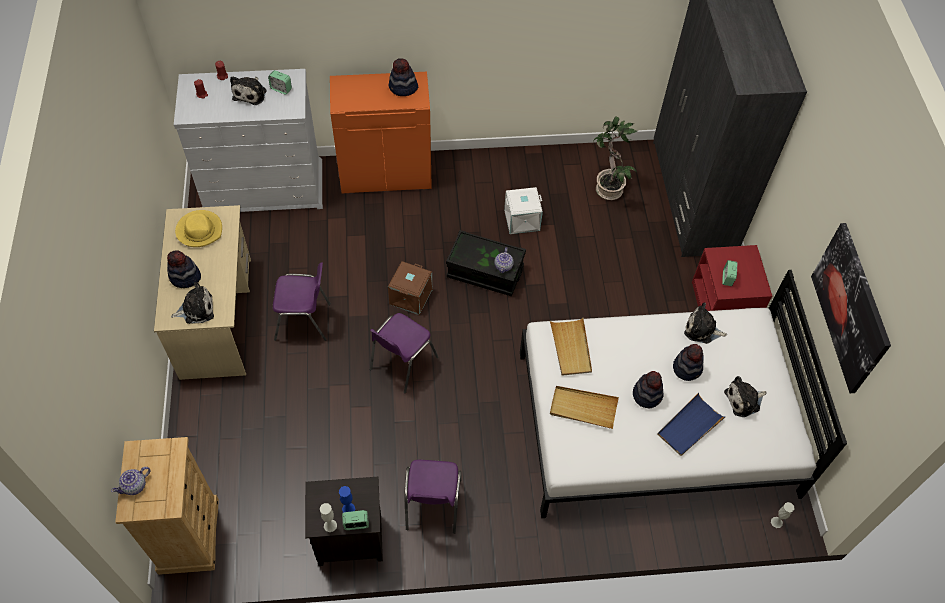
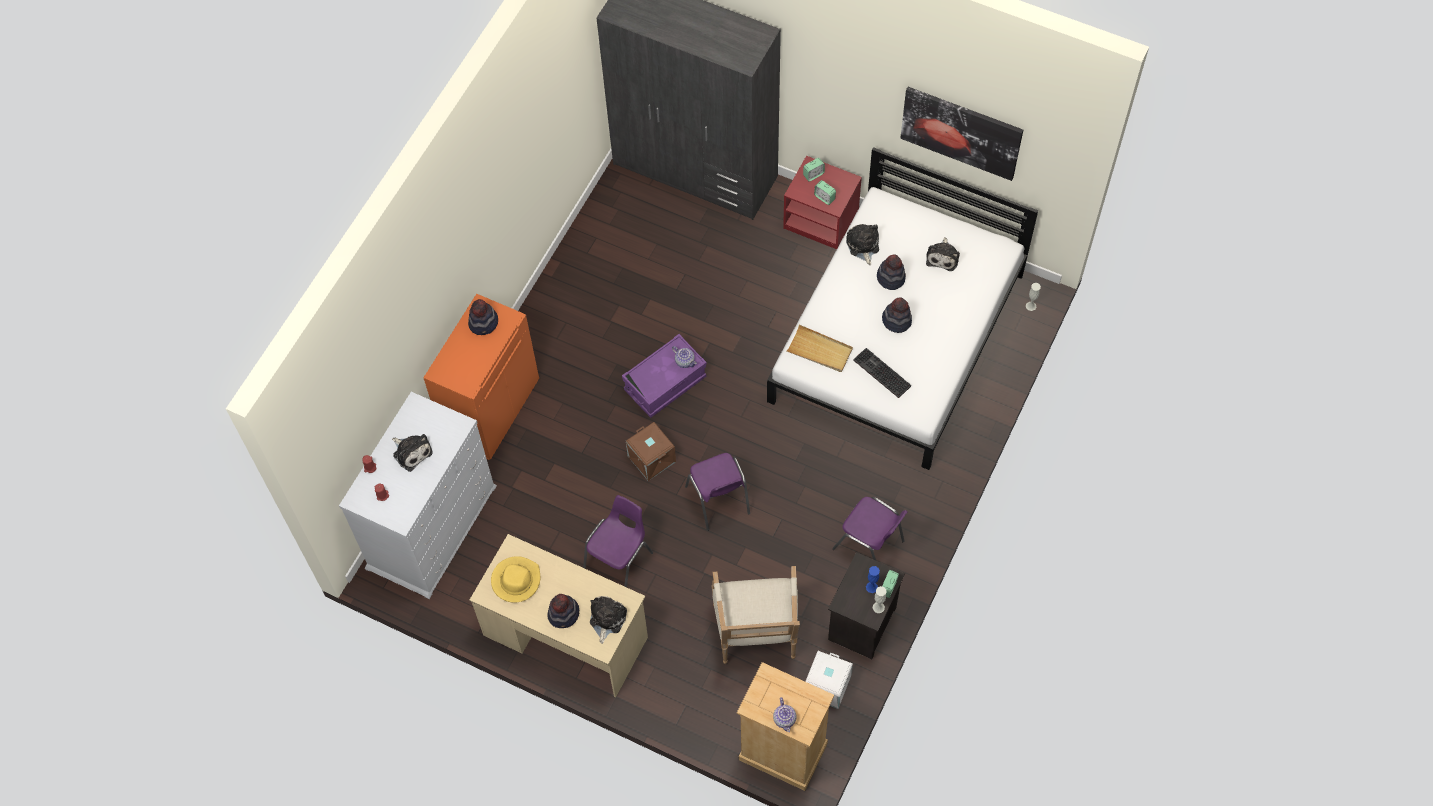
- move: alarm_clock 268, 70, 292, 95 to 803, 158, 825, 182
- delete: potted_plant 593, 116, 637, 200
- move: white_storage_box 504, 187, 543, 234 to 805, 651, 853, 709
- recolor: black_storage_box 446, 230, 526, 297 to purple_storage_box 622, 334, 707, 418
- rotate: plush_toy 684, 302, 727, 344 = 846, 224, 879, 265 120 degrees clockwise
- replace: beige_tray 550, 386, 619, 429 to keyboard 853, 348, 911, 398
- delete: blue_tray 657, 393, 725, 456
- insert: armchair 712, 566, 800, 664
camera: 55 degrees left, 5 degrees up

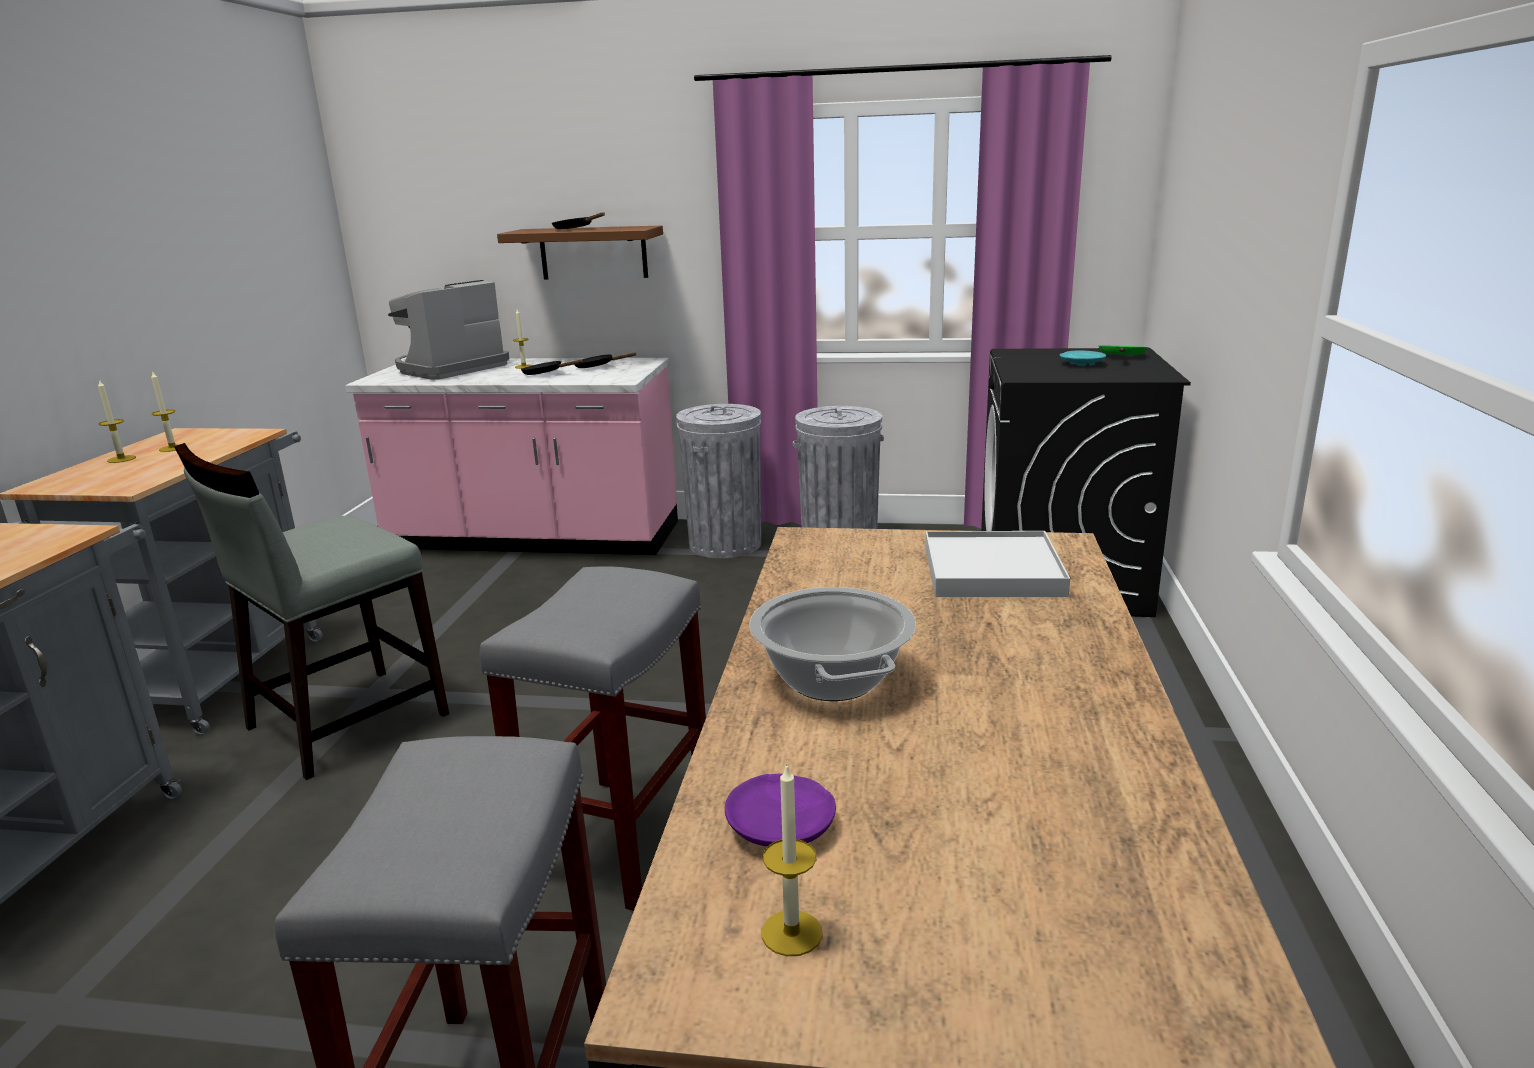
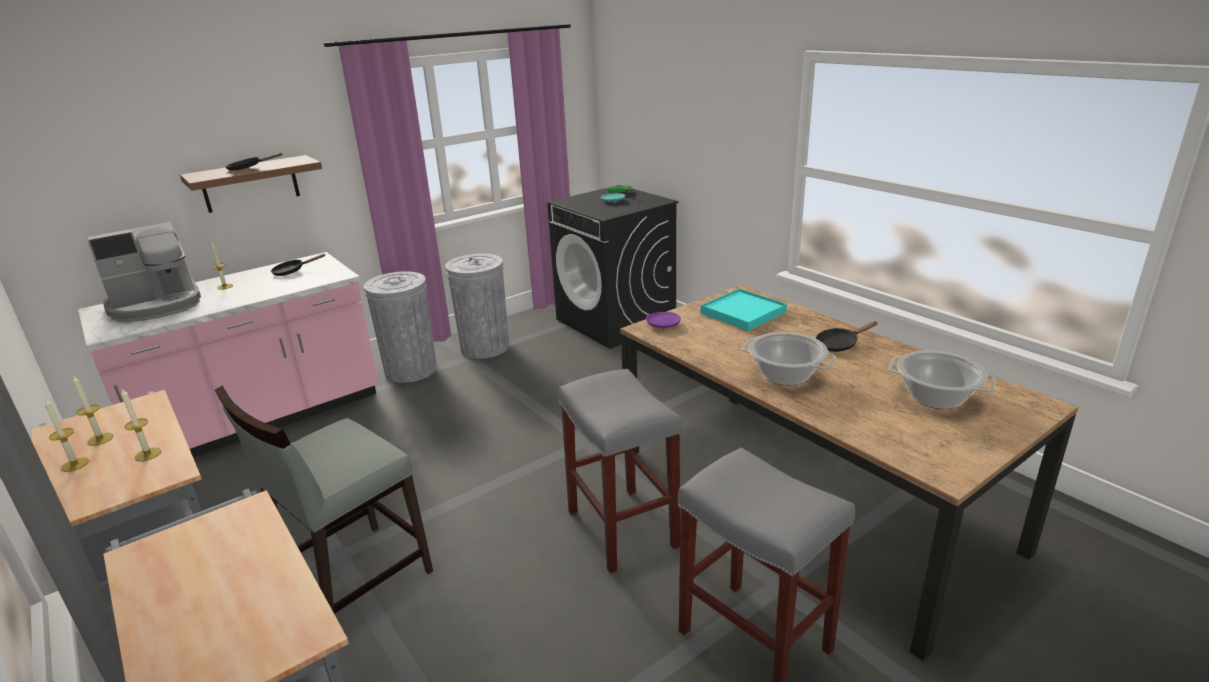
- rotate: coffee_machine 388, 280, 509, 380 = 87, 222, 201, 322 120 degrees counterclockwise
- move: black_frying_pan 521, 359, 583, 375 to 816, 321, 877, 352
- rotate: grey_chair 174, 443, 449, 780 = 215, 386, 433, 614 45 degrees clockwise
- recolor: white_tray 925, 531, 1070, 597 to turquoise_tray 701, 288, 787, 331
- move: candle 762, 763, 823, 956 to 121, 389, 162, 462
- move: purple_plate 725, 774, 836, 846 to 646, 312, 681, 329
- insert: cooking_pot 888, 351, 996, 409
camera: 45 degrees left, 5 degrees up

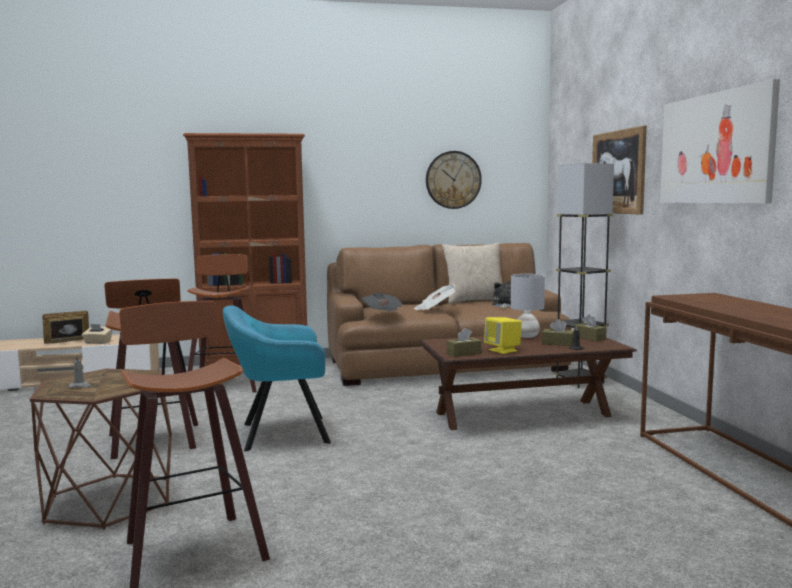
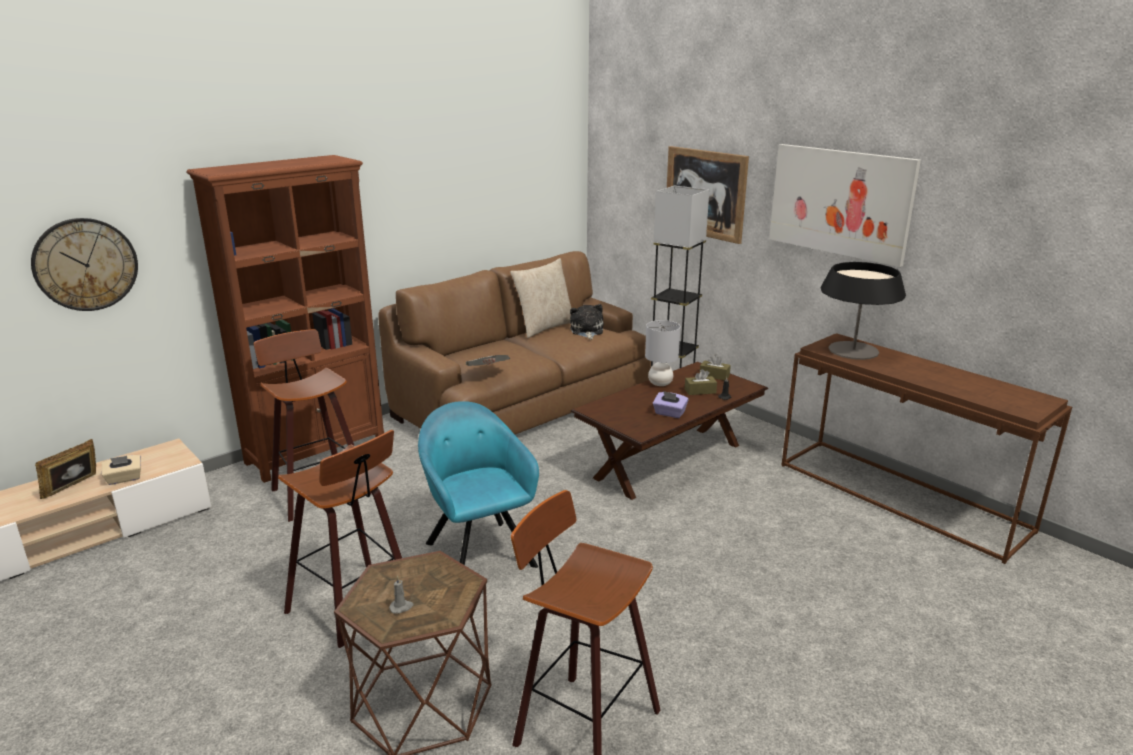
- move: wall_clock 426, 151, 482, 209 to 31, 218, 138, 311
- delete: newspaper 414, 284, 456, 310
- rotate: turquoise_armchair 223, 305, 331, 451 = 418, 401, 539, 568 105 degrees clockwise
- replace: yellow_speaker 484, 317, 522, 354 to purple_tissue_box 653, 391, 688, 418
- delete: brown_tissue_box 446, 328, 481, 357
- insert: table_lamp 821, 262, 906, 360
camera: 30 degrees left, 15 degrees up

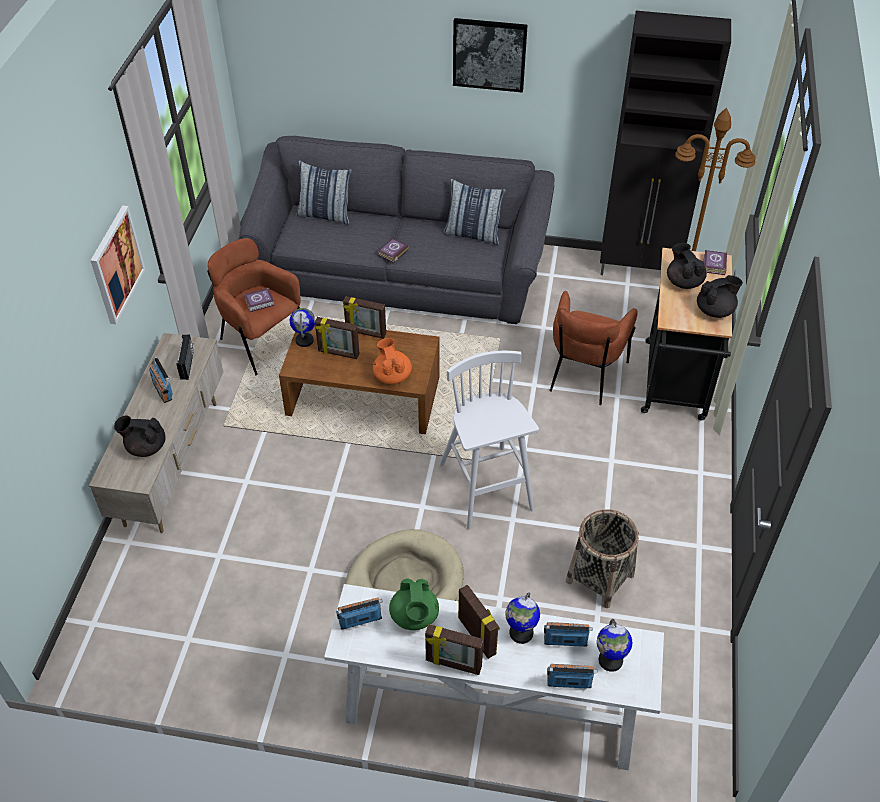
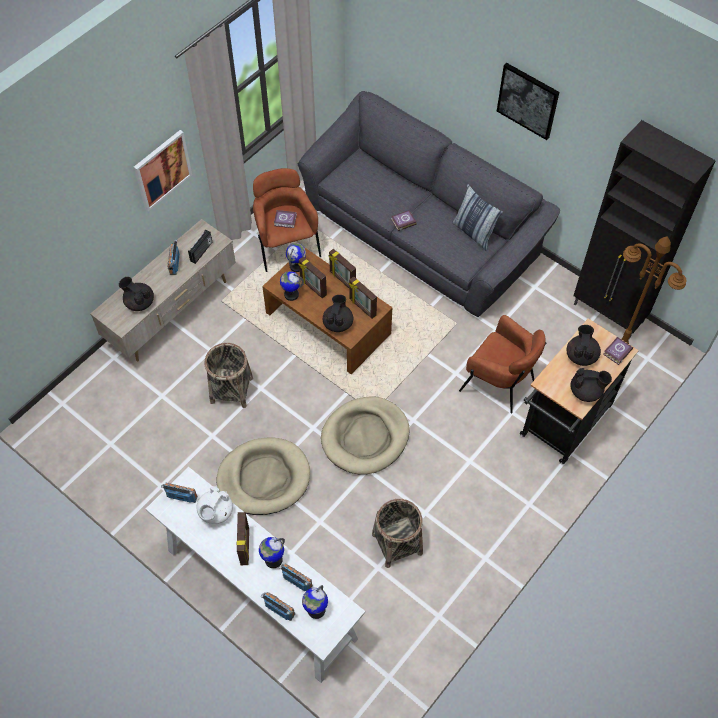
- delete: pillow 297, 160, 352, 225
- rotate: brown_armchair 550, 291, 638, 405 = 459, 315, 546, 413 105 degrees counterclockwise
- recolor: orange_teapot 373, 338, 412, 384 to black_teapot 323, 295, 353, 332
- replace: white_stool 439, 351, 539, 530 to beige_dog_bed 321, 396, 410, 474
- recolor: green_teapot 389, 578, 439, 630 to white_teapot 197, 486, 233, 524
- move: picture_frame 425, 624, 484, 675 to 349, 277, 377, 319
- insert: globe 280, 271, 304, 301
- insert: basket 204, 343, 253, 408
camera: 30 degrees right, 10 degrees up

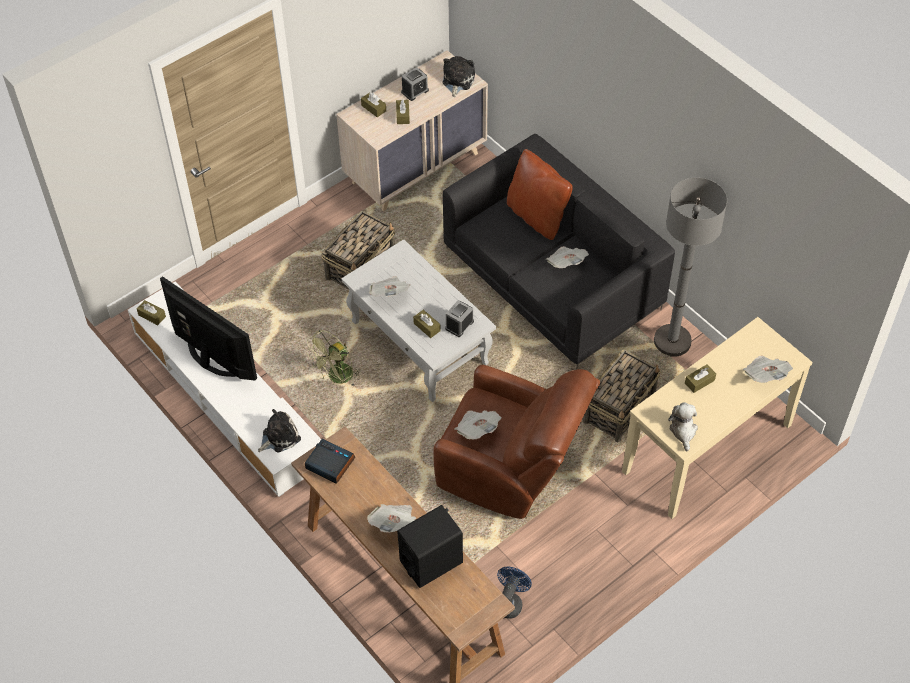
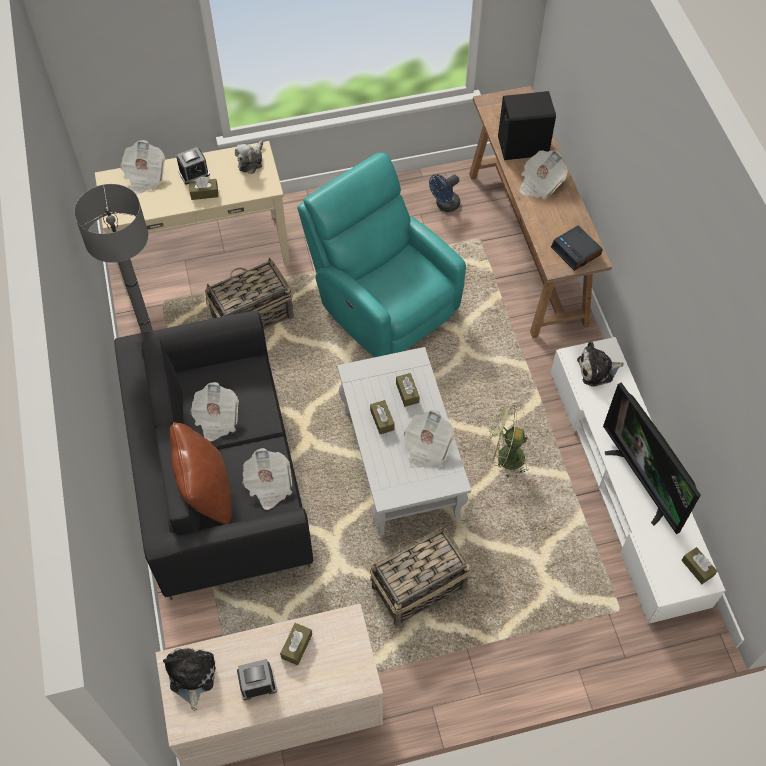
- rotate: plush_toy 442, 56, 475, 97 = 163, 647, 216, 711 135 degrees clockwise
- move: brown_tissue_box 361, 92, 386, 117 to 370, 400, 395, 434
- move: alarm_clock 445, 300, 474, 337 to 176, 147, 210, 185
- rotate: green_fan 306, 330, 359, 386 = 486, 403, 529, 478 150 degrees counterclockwise
- recolor: brown_armchair 433, 365, 600, 519 to turquoise_armchair 297, 153, 466, 357
- move: newspaper 455, 410, 501, 439 to 243, 448, 292, 510
camera: 155 degrees left, 5 degrees up

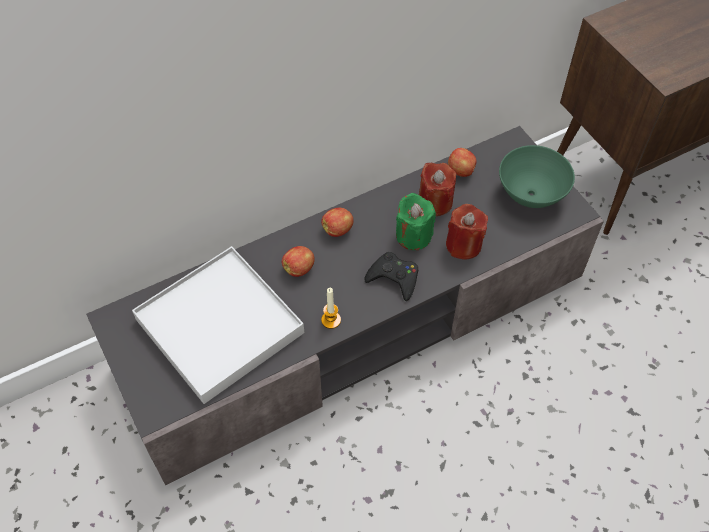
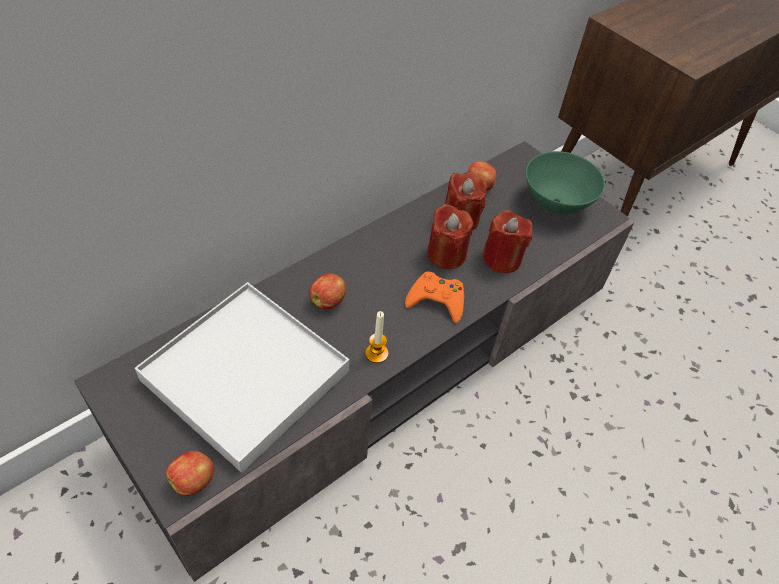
- recolor: green_candle 396, 193, 436, 250 to red_candle 427, 204, 474, 269
- move: apple 321, 207, 354, 237 to 166, 451, 214, 496
- recolor: black_game_controller 365, 252, 418, 301 to orange_game_controller 405, 272, 464, 323
camera: 15 degrees left, 5 degrees down

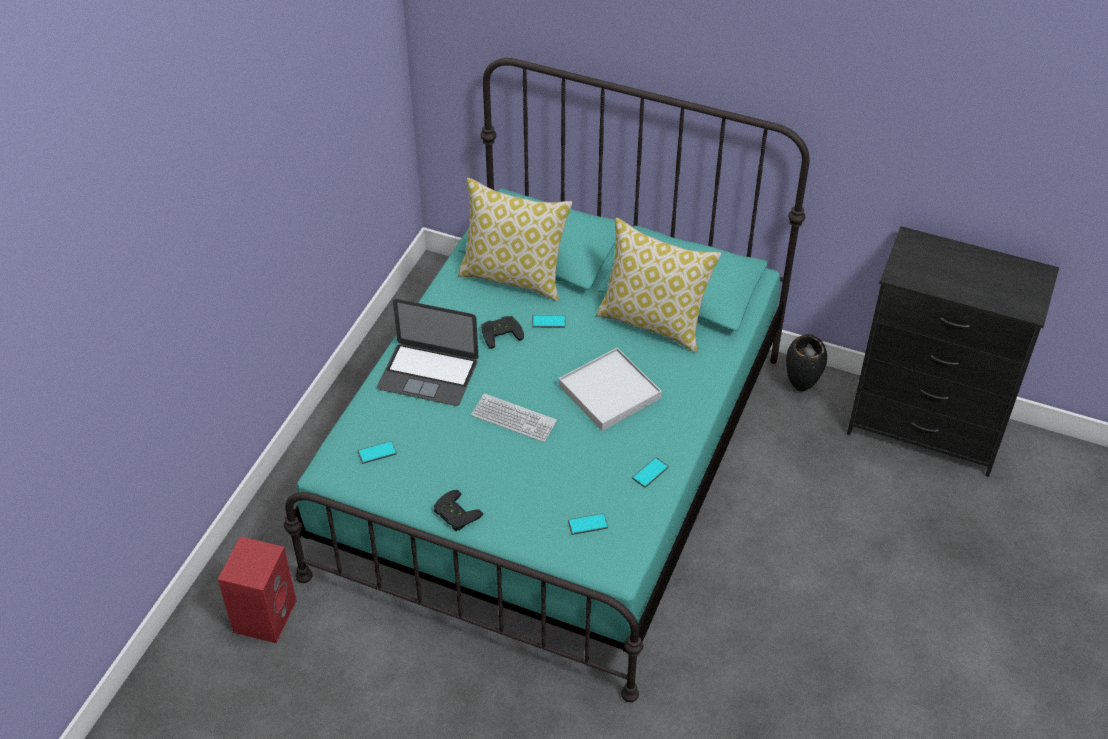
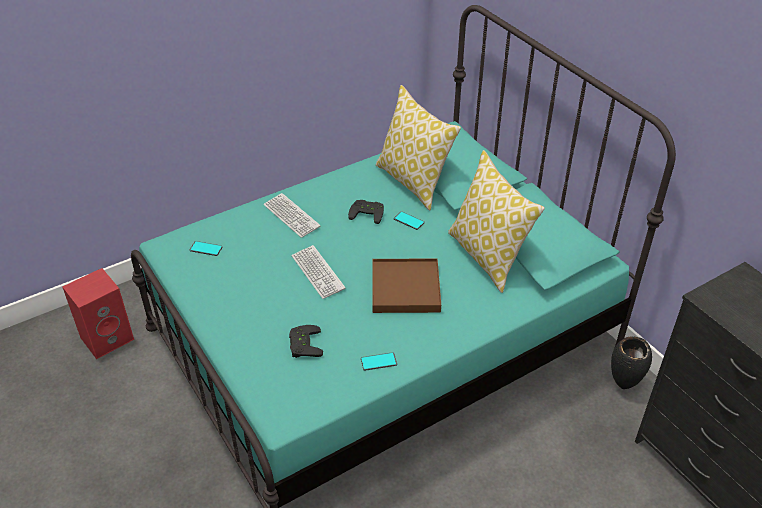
- replace: laptop 377, 299, 478, 406 to keyboard 263, 193, 320, 238
- recolor: white_tray 559, 348, 662, 431 to brown_tray 372, 258, 441, 313
- move: black_game_controller 434, 490, 483, 531 to 289, 325, 323, 358
- delete: phone 568, 513, 608, 535
camera: 35 degrees right, 5 degrees down

